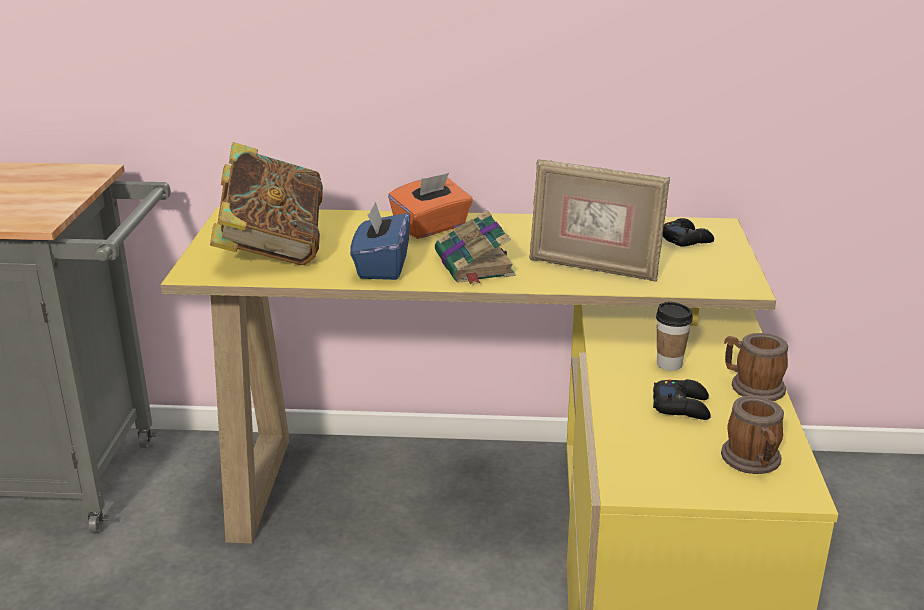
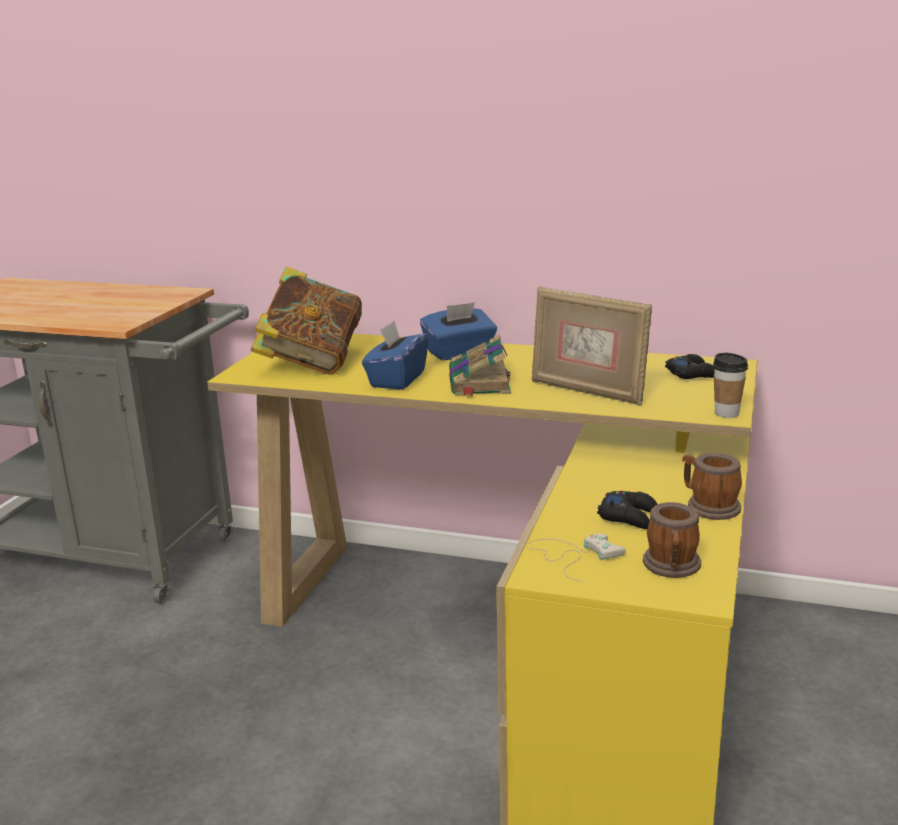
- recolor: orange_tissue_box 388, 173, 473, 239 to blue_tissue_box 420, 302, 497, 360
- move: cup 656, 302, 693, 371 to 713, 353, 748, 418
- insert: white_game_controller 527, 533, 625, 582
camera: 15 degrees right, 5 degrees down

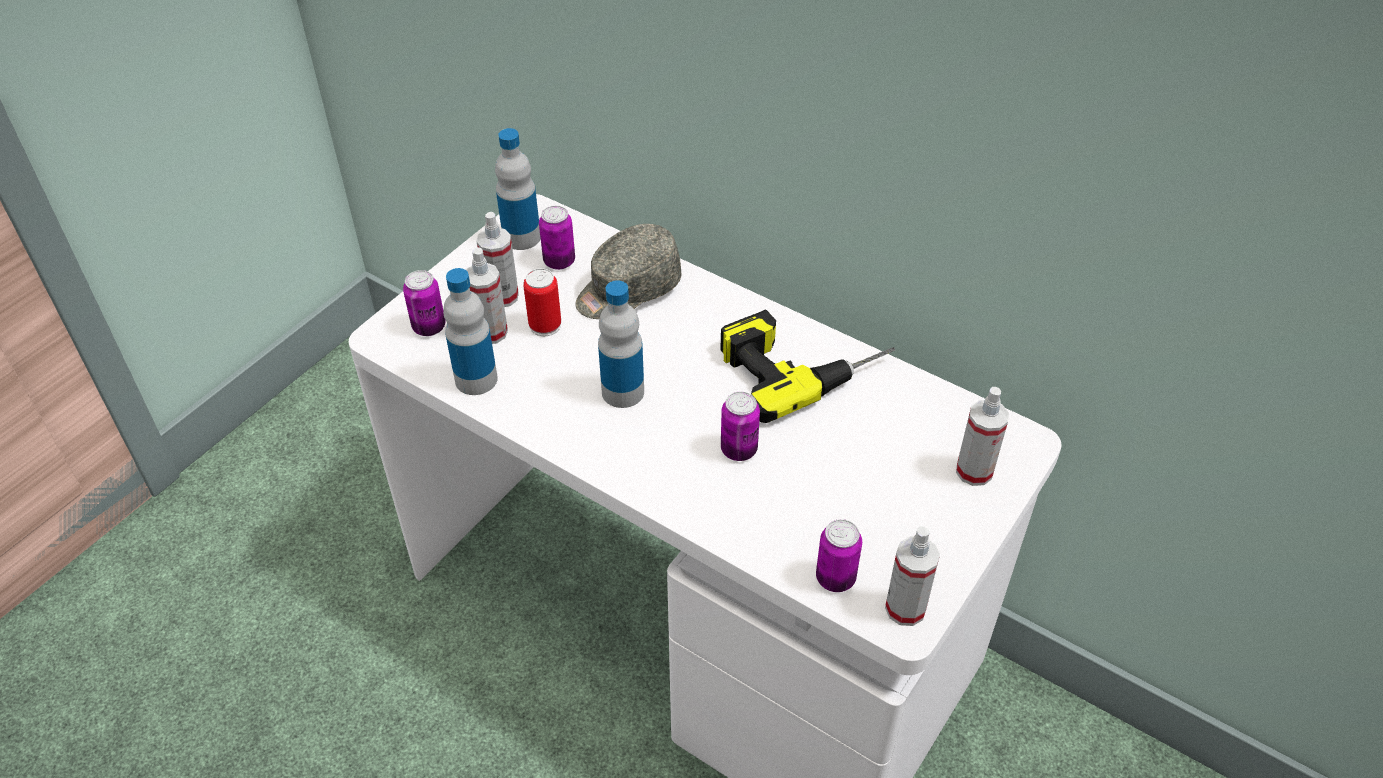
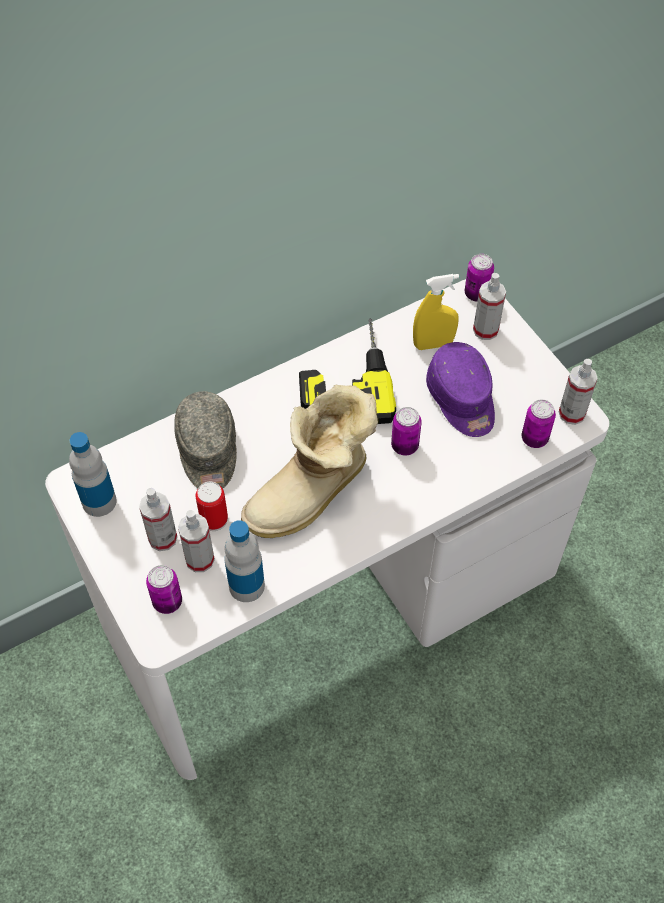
- move: can 539, 206, 575, 270 to 465, 254, 494, 302
- replace: bottle 598, 280, 644, 408 to boot 241, 385, 378, 538
- insert: yellow_spray_bottle 413, 274, 459, 350
- insert: purple_cap 426, 342, 495, 437
camera: 65 degrees left, 10 degrees up

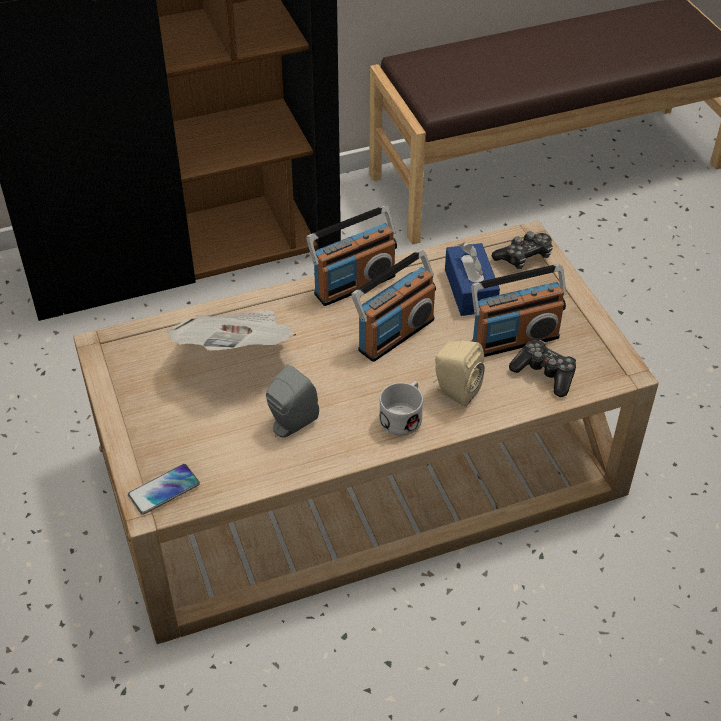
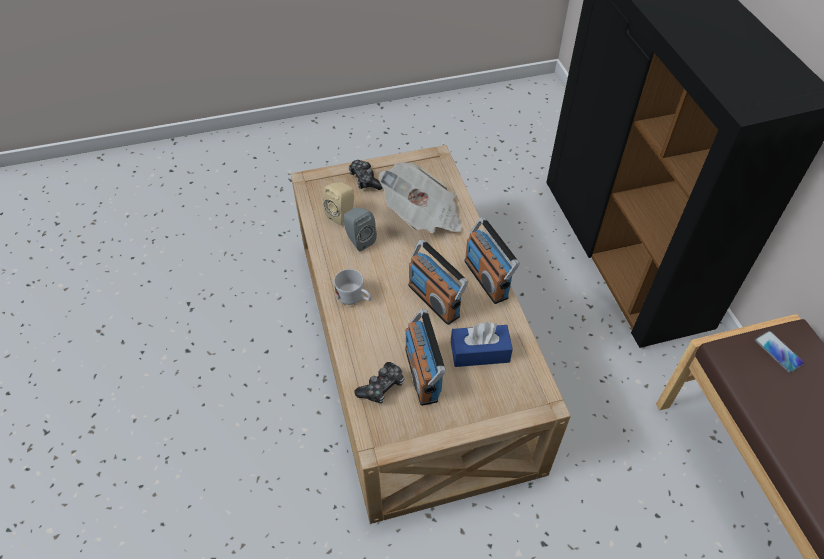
- move: game_controller 492, 231, 553, 269 to 349, 160, 382, 190
- move: beige_speaker 433, 340, 485, 407 to 323, 182, 354, 225
- move: phone 128, 464, 200, 515 to 755, 331, 805, 373
camera: 95 degrees right, 5 degrees up

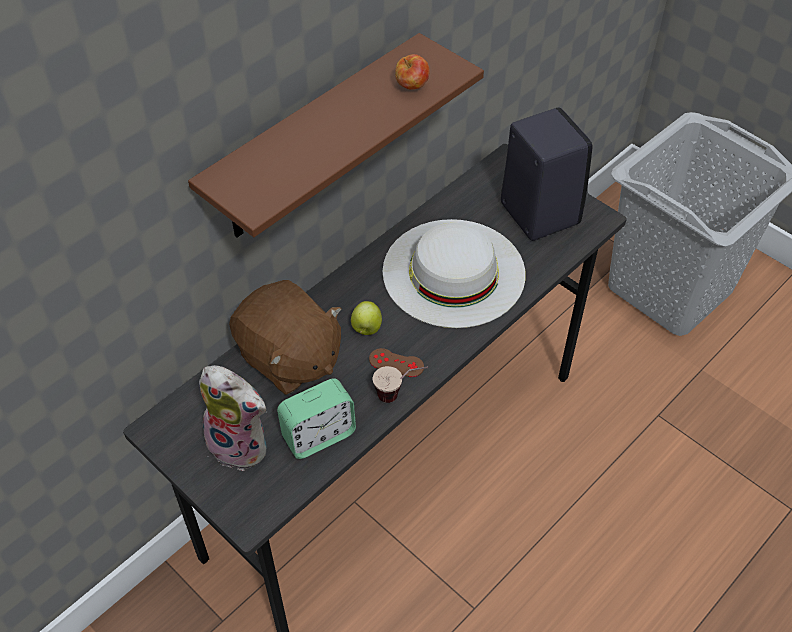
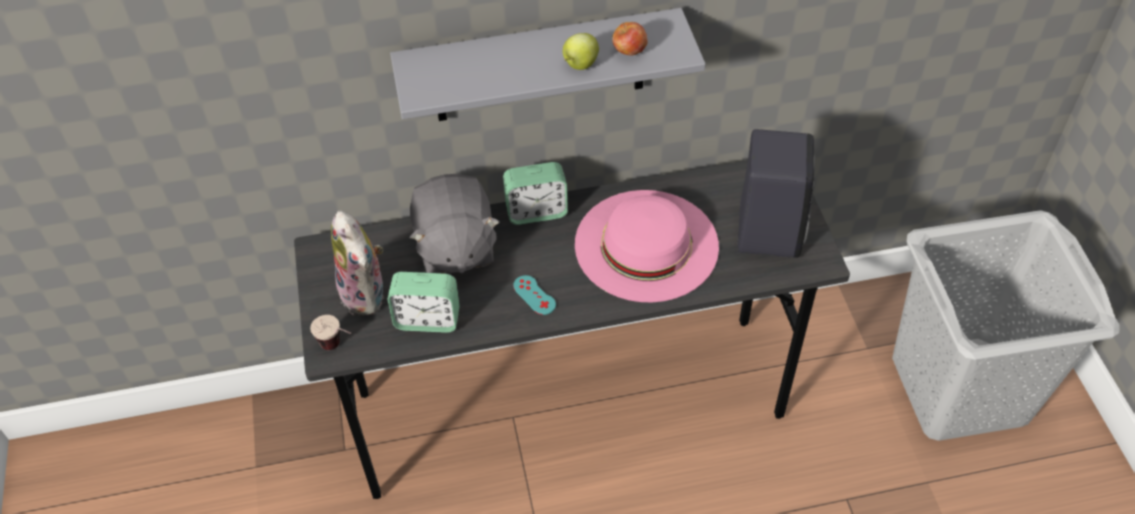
- recolor: brown_shelf 188, 33, 484, 237 to grey_shelf 390, 8, 706, 121
- recolor: white_hat 383, 219, 525, 328 to pink_hat 575, 190, 719, 302
- recolor: brown_plush_toy 229, 280, 342, 395 to grey_plush_toy 409, 174, 500, 274
- move: apple 351, 301, 382, 335 to 563, 33, 599, 70
- recolor: brown_game_controller 369, 348, 424, 377 to turquoise_game_controller 513, 275, 556, 315
- move: cup 373, 366, 428, 403 to 310, 315, 351, 350
- insert: alarm_clock 503, 162, 568, 225
camera: 35 degrees right, 0 degrees up

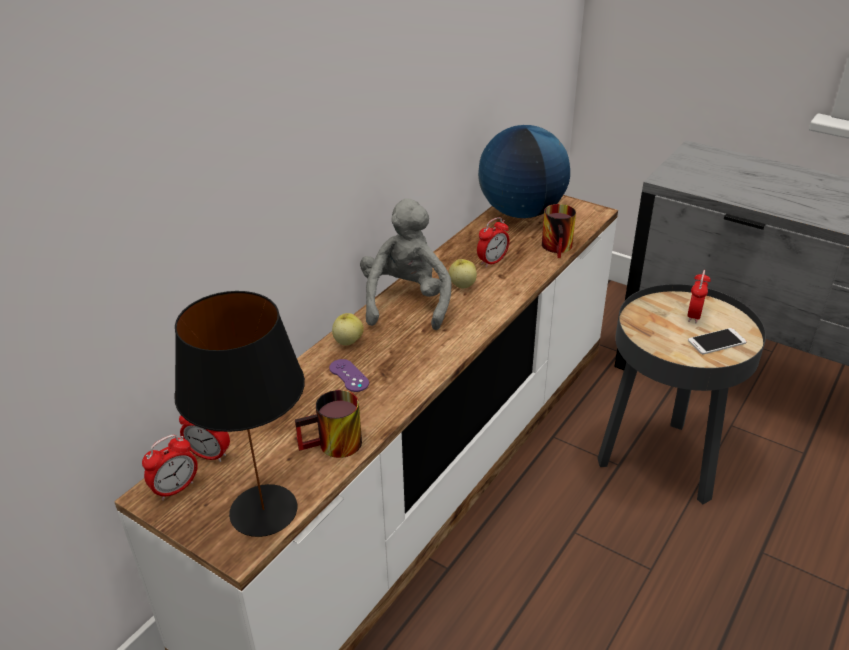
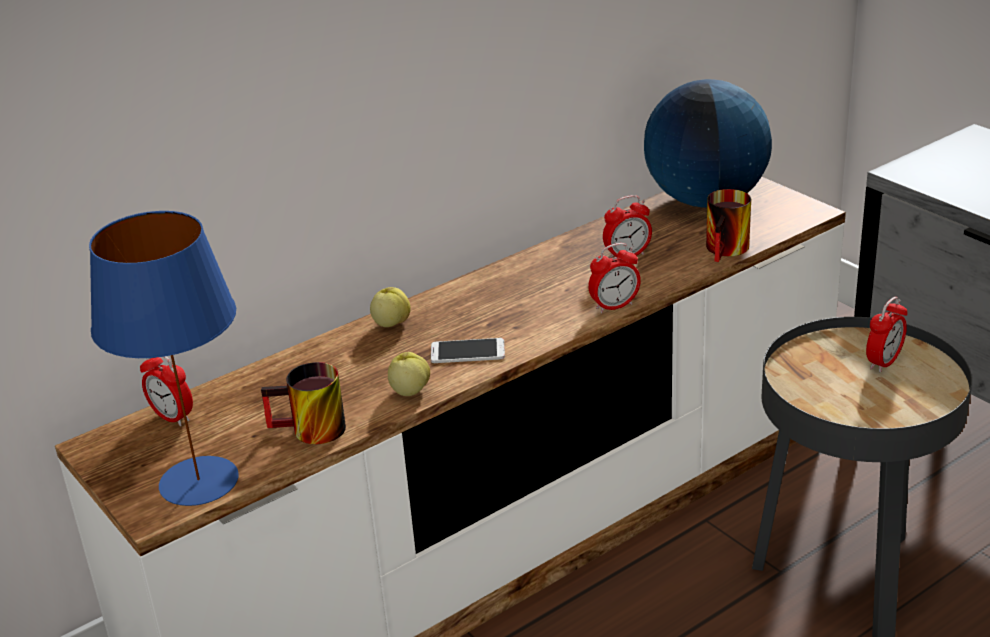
- delete: grey_plush_toy 360, 199, 451, 330
- move: apple 449, 259, 477, 288 to 388, 352, 430, 396
- recolor: black_table_lamp 174, 291, 305, 537 to blue_table_lamp 89, 211, 239, 506
- move: phone 688, 328, 747, 354 to 431, 338, 505, 363
- delete: purple_game_controller 329, 359, 369, 392
- move: alarm_clock 142, 435, 198, 501 to 588, 243, 641, 313
camera: 20 degrees right, 5 degrees down

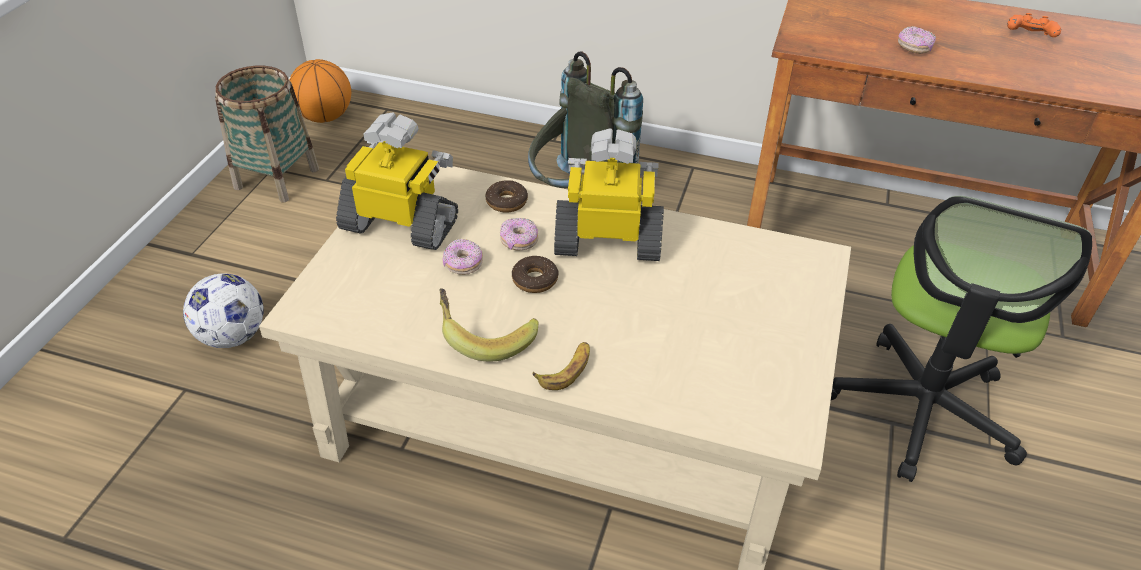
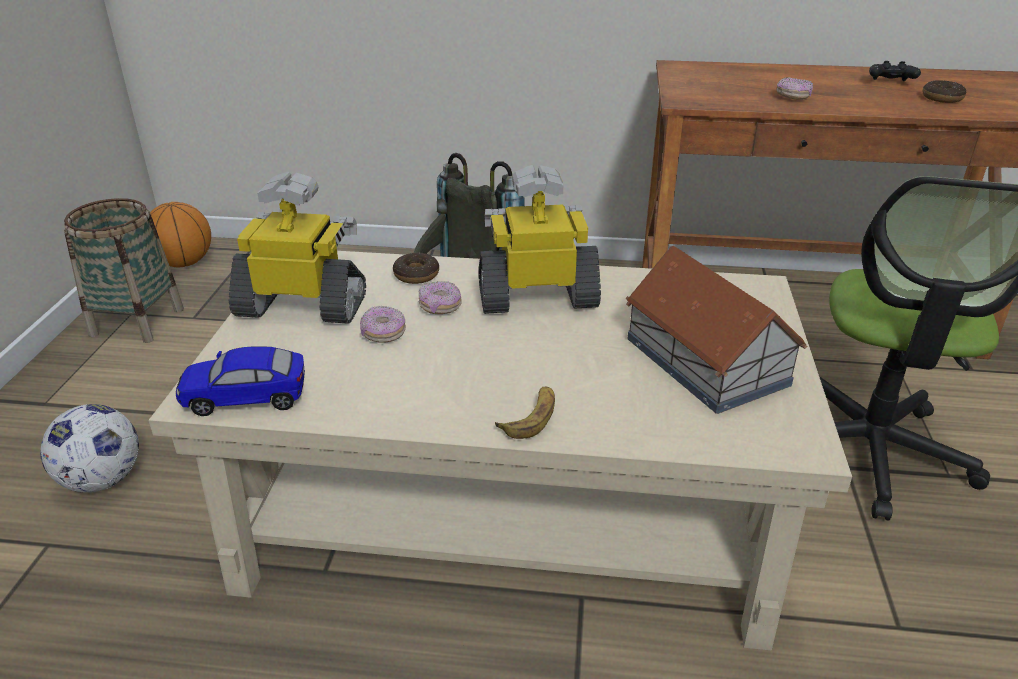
- recolor: orange_game_controller 1007, 13, 1061, 37 to black_game_controller 869, 61, 921, 81
- move: donut 512, 256, 559, 293 to 923, 80, 966, 103
- delete: banana 440, 288, 539, 362
- insert: toy_house 625, 246, 807, 414
- insert: toy_car 176, 346, 305, 416
camera: 10 degrees left, 10 degrees down

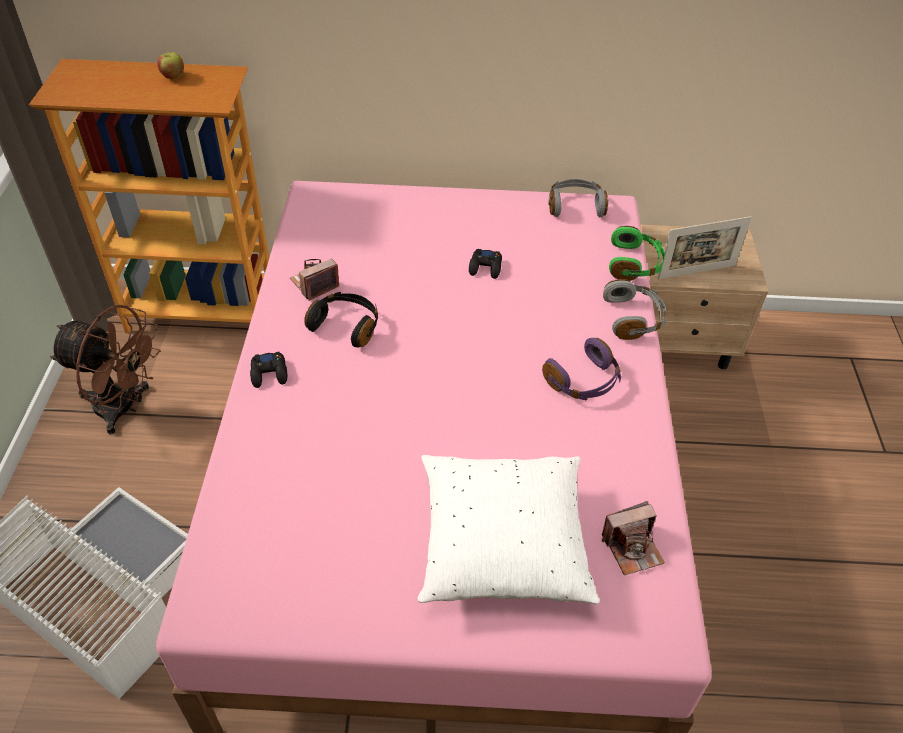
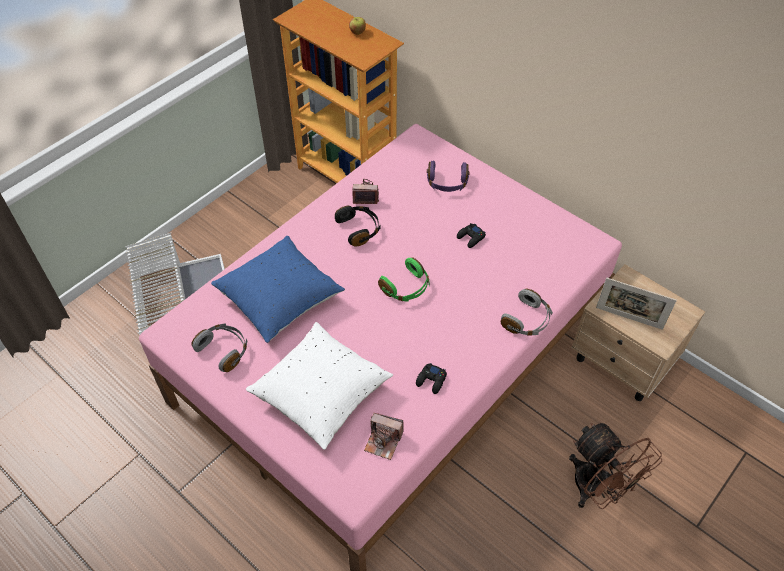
- move: grey_headphones 548, 179, 608, 218 to 192, 324, 247, 372
- move: green_headphones 609, 226, 665, 281 to 378, 257, 430, 302
- move: brown_fan 50, 305, 161, 434 to 569, 423, 662, 509
- move: purple_headphones 542, 338, 621, 400 to 427, 160, 470, 192
- move: black_game_controller 250, 352, 287, 388 to 416, 363, 447, 394
- insert: blue_pillow 211, 236, 345, 343
camera: 40 degrees right, 5 degrees up

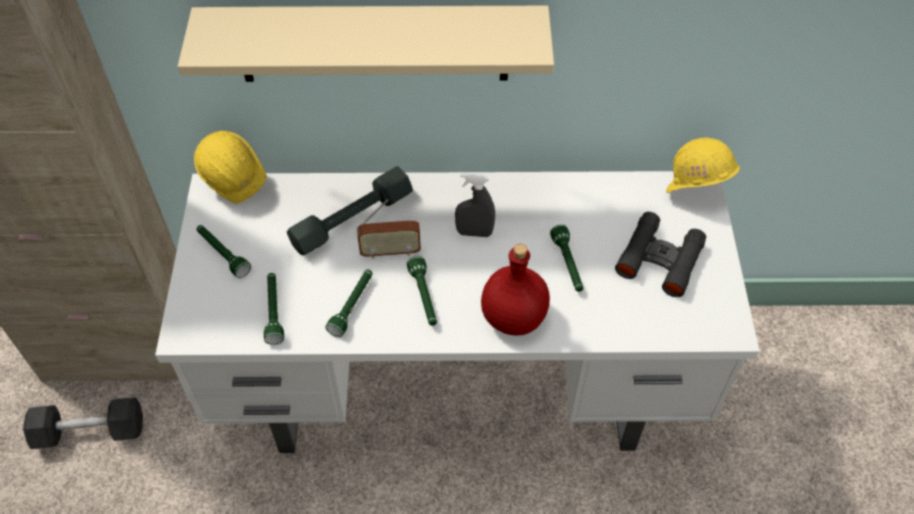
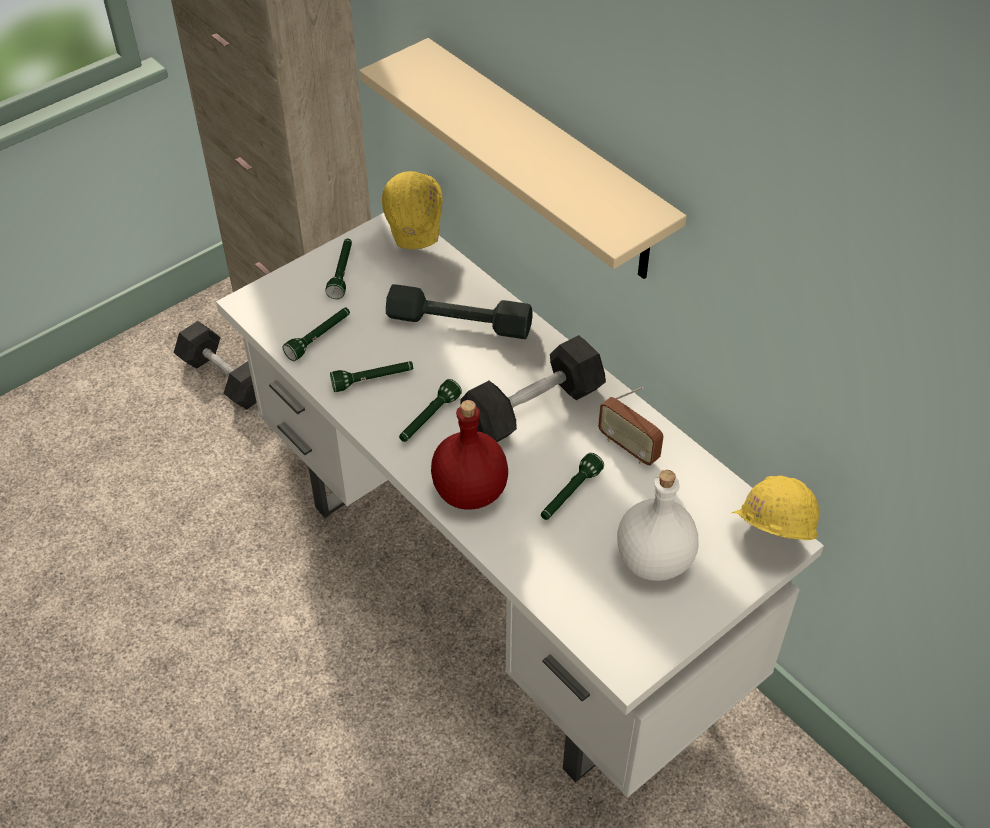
- replace: grey_spray_bottle 455, 173, 495, 237 to black_dumbbell 460, 335, 606, 442
- move: radio 357, 200, 421, 259 to 598, 387, 664, 465
- replace: black_binoculars 615, 212, 706, 297 to white_bottle 617, 470, 699, 581
camera: 50 degrees right, 5 degrees down

